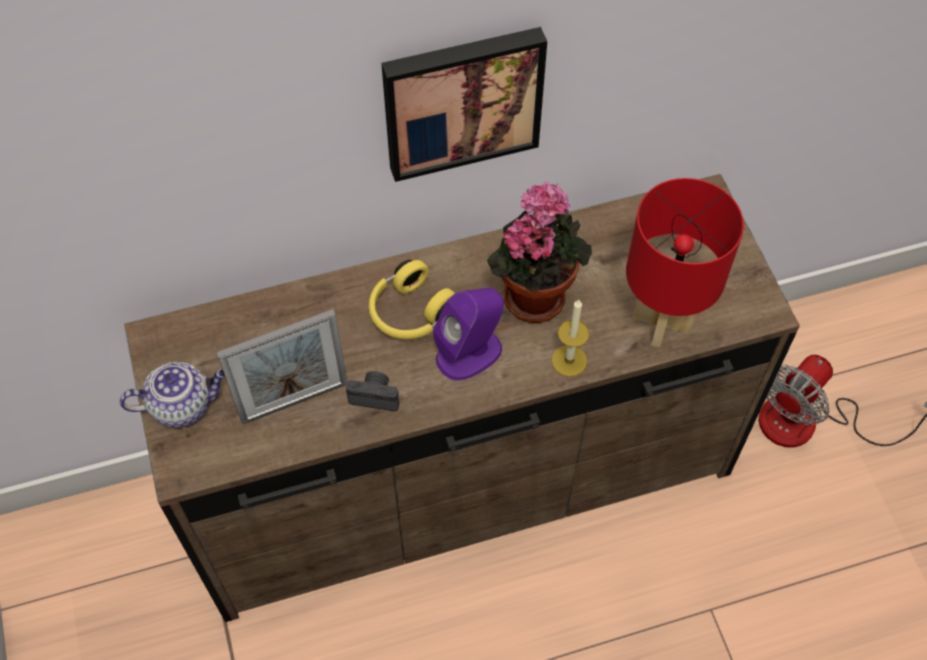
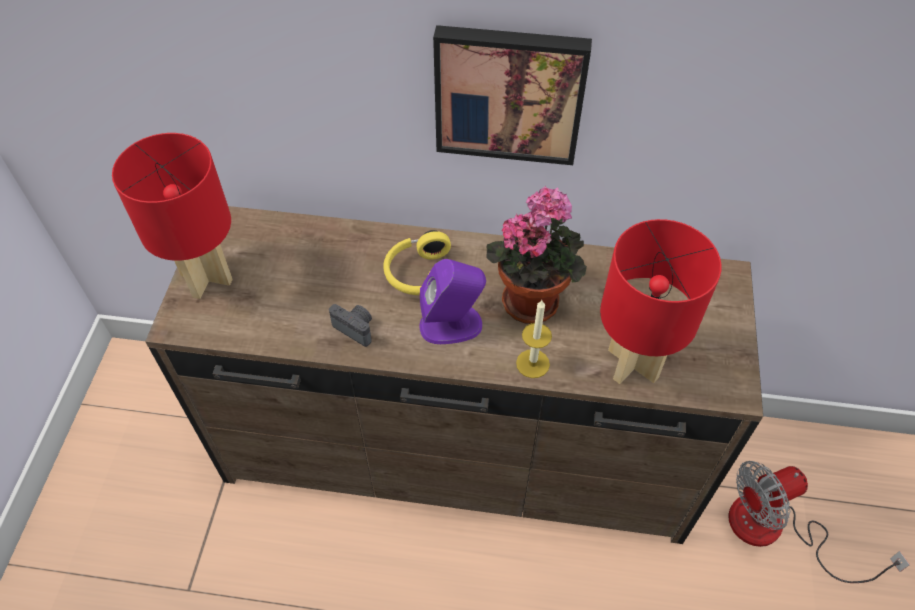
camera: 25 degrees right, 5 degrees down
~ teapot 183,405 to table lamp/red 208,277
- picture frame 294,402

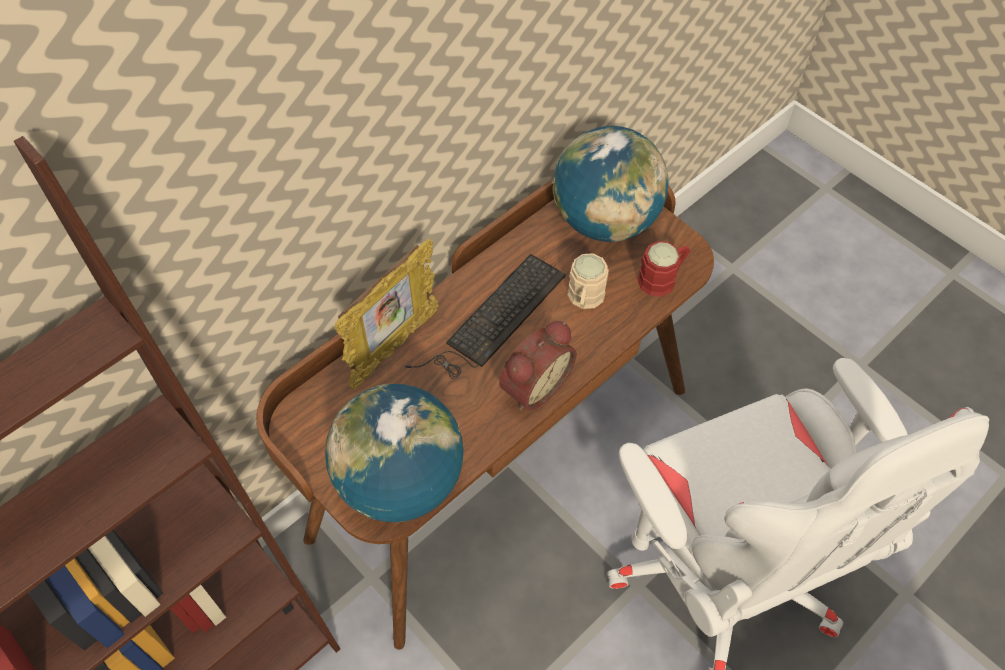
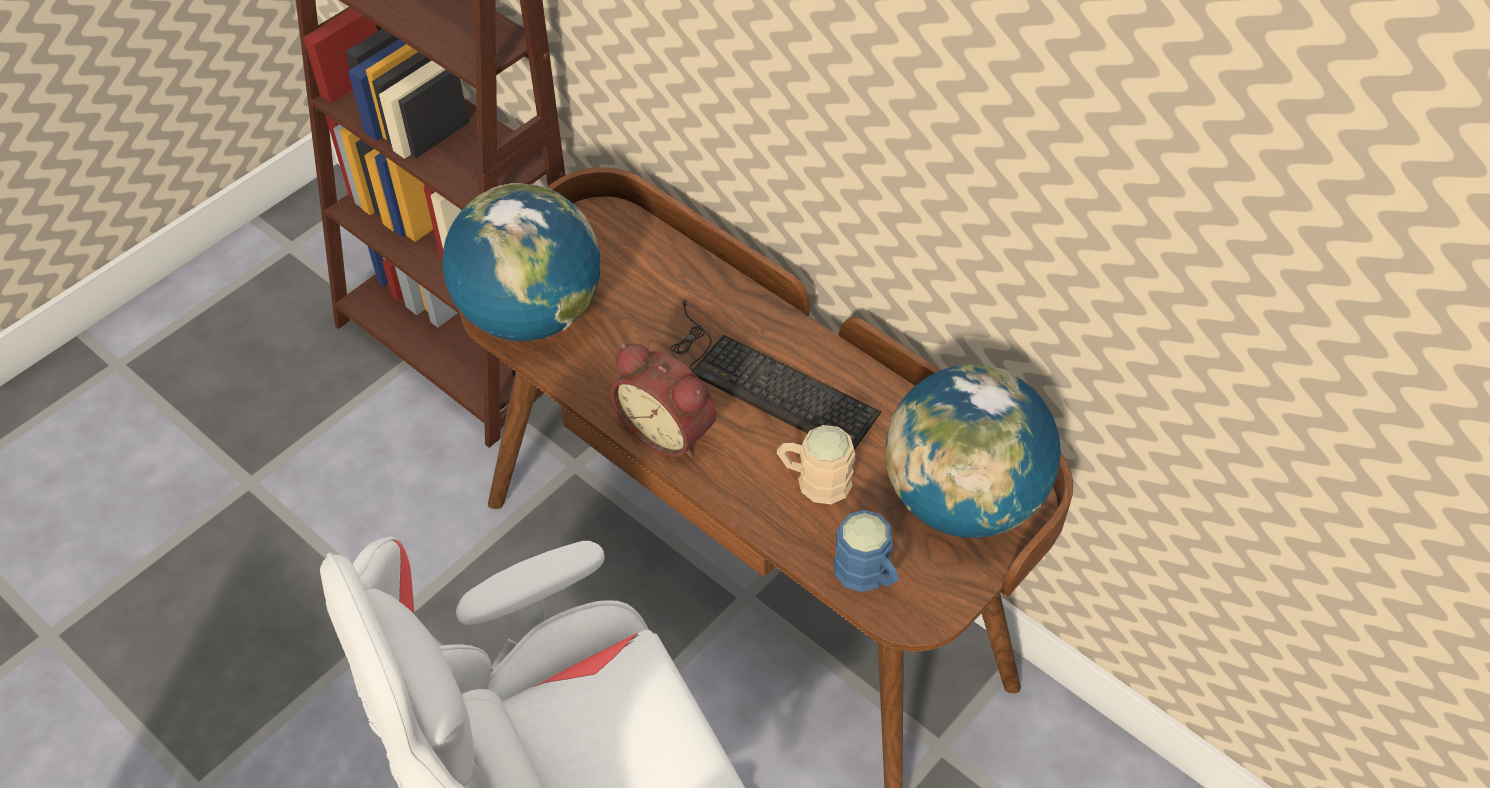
camera: 85 degrees right, 5 degrees down
- picture frame 394,348
~ mug/red 662,278 to mug/blue 868,575

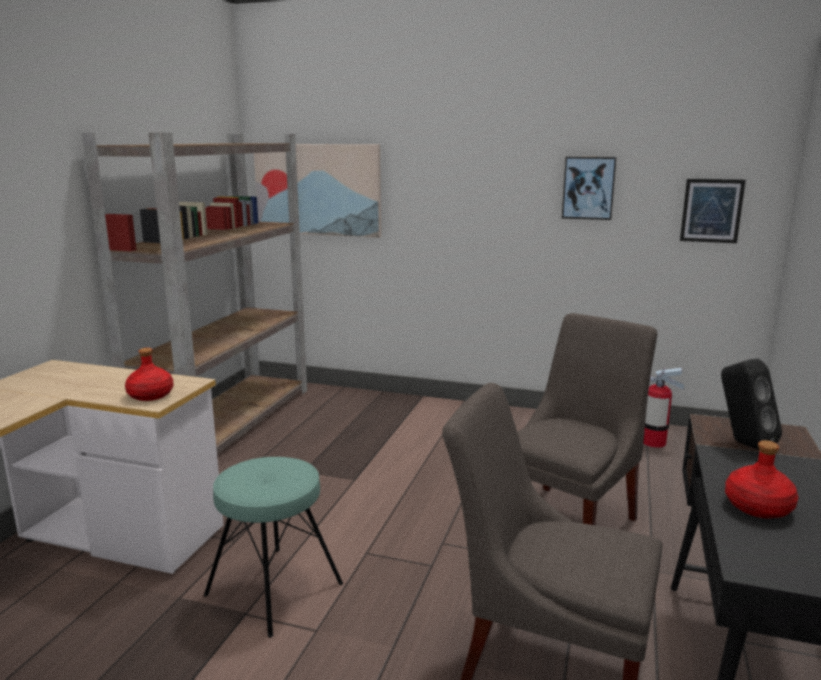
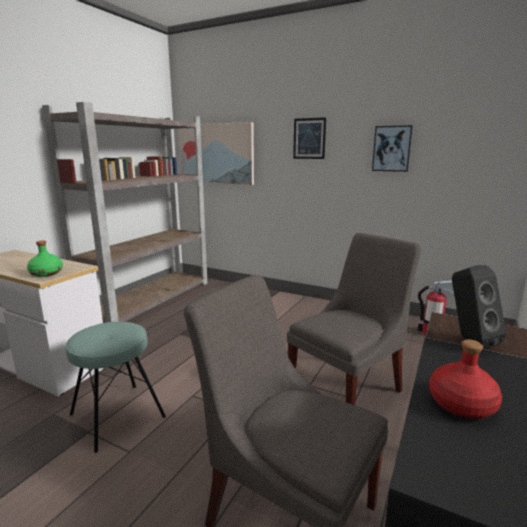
camera: 10 degrees right, 0 degrees up
~ bottle/red 151,395 to bottle/green 47,273
~ picture 711,210 to 309,138

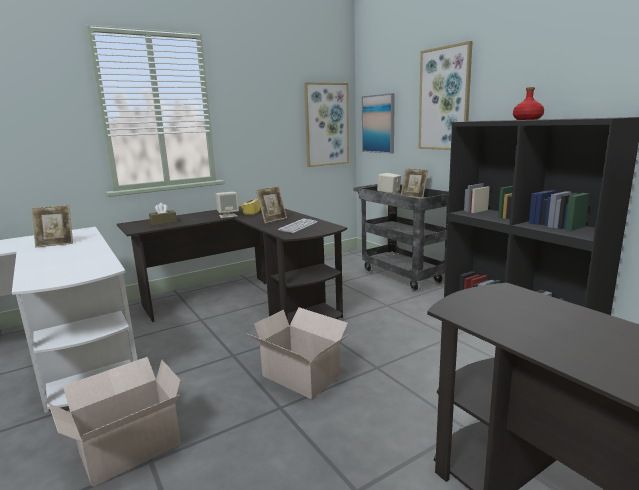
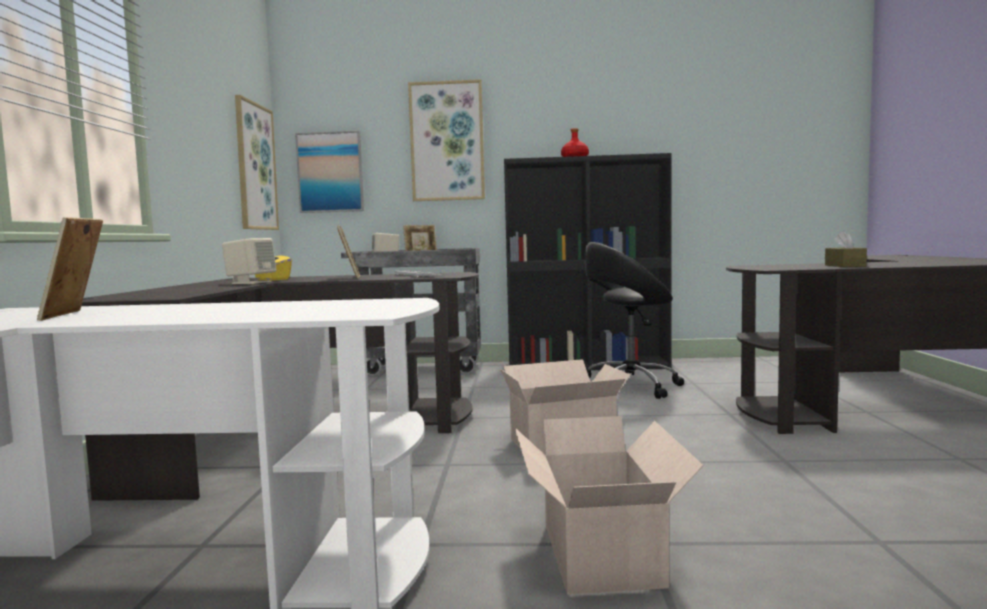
camera: 55 degrees left, 10 degrees down
~ picture frame 56,244 = 76,315 150 degrees clockwise
~ tissue box/brown 163,222 to 844,266
+ office chair/black 628,386

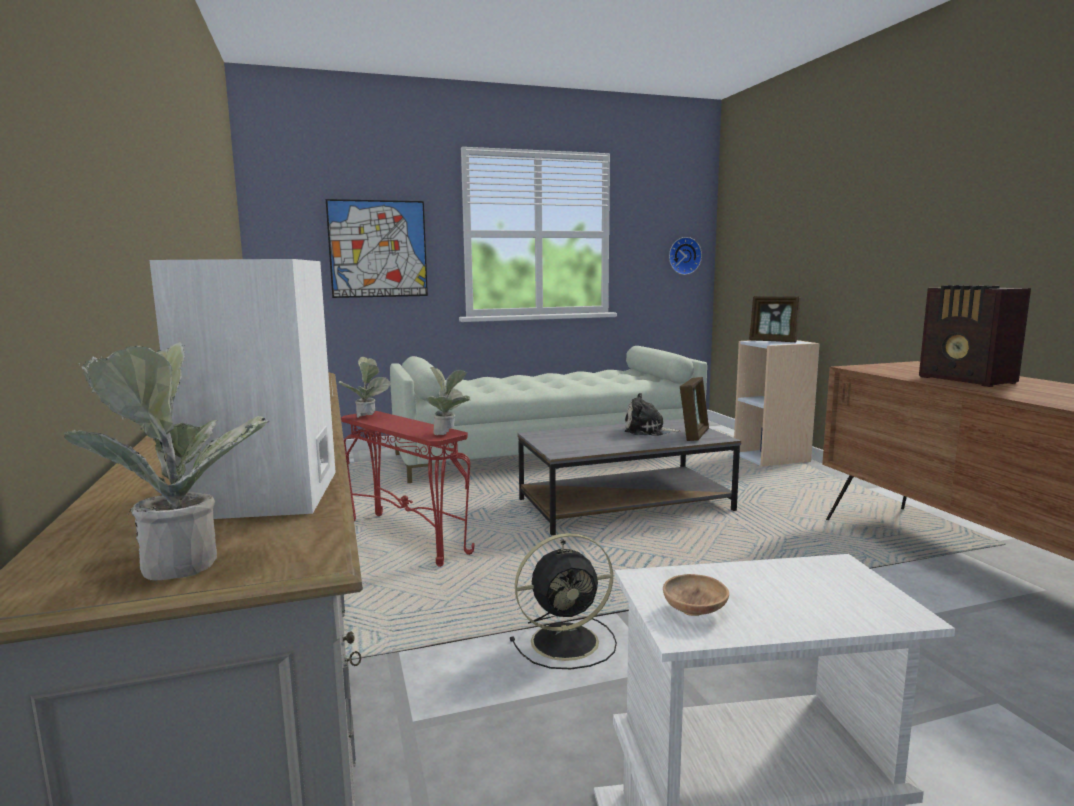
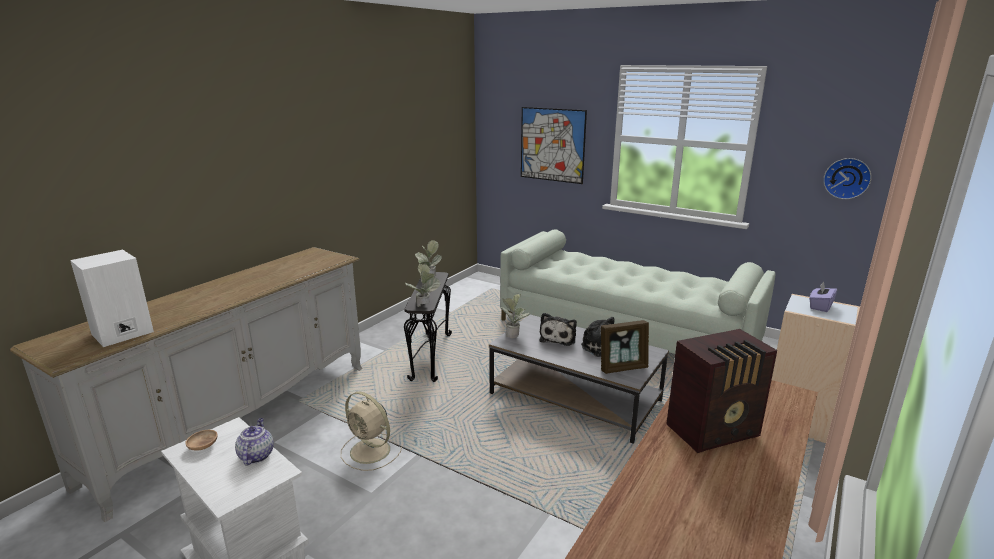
camera: 50 degrees right, 10 degrees up
~ potted plant 182,558 to 514,334
~ side table/red 406,539 to side table/black 431,357
~ fan/black 568,641 to fan/beige 371,451
~ picture frame 773,341 to tissue box/purple 820,306
~ radio 967,380 = 715,431 135 degrees counterclockwise
+ teapot 256,455
+ plush toy 558,338

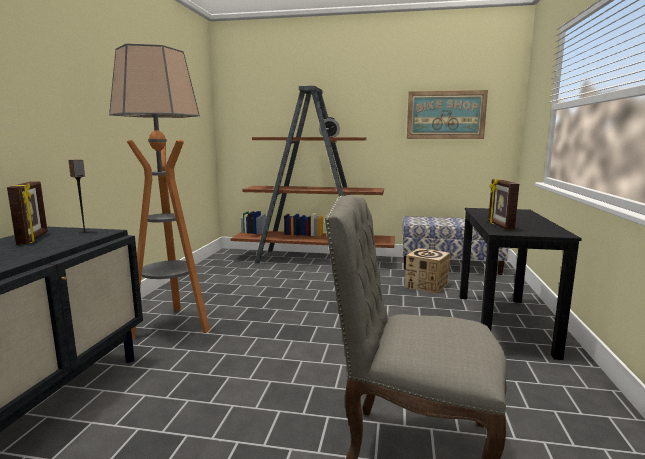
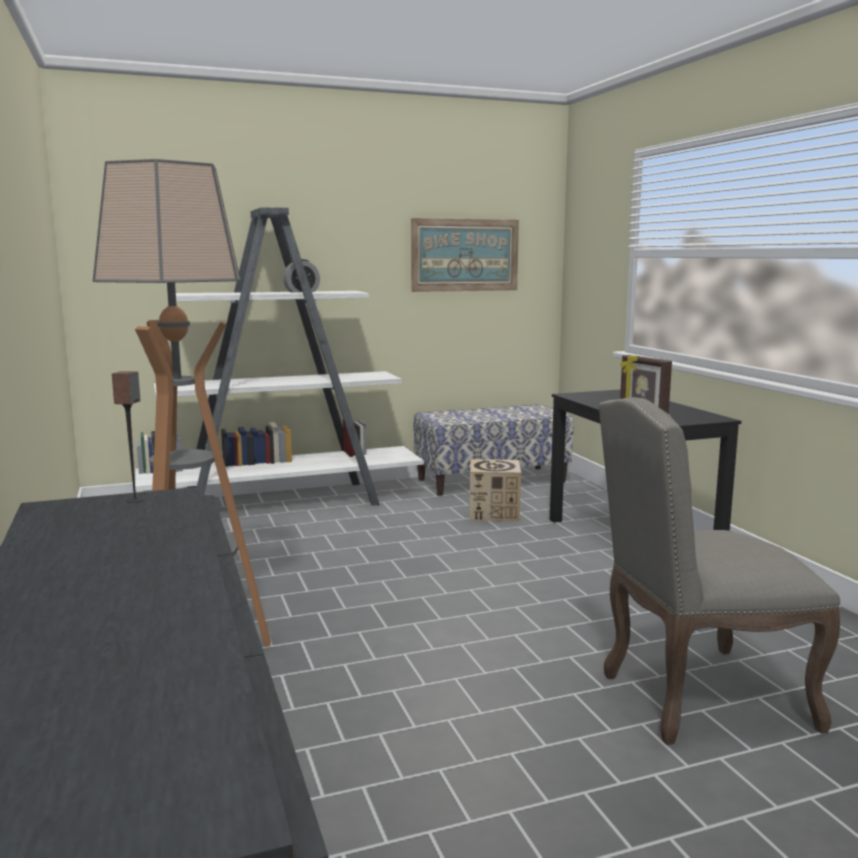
camera: 30 degrees left, 0 degrees up
- picture frame 34,238
~ bookcase/brown 314,259 to bookcase/white 284,502

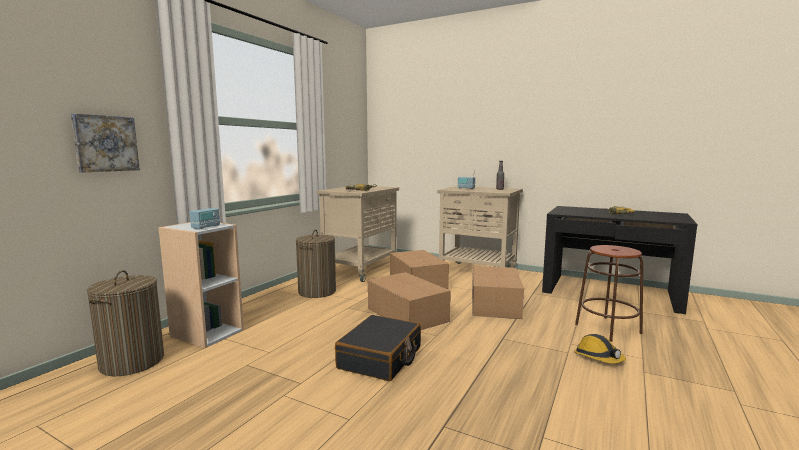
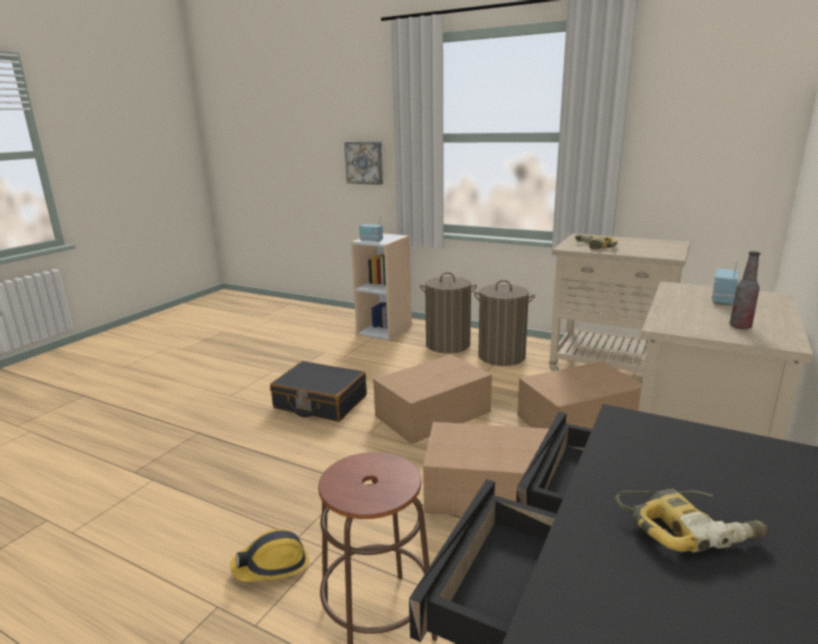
camera: 90 degrees right, 10 degrees up
~ laundry basket 132,362 to 448,345

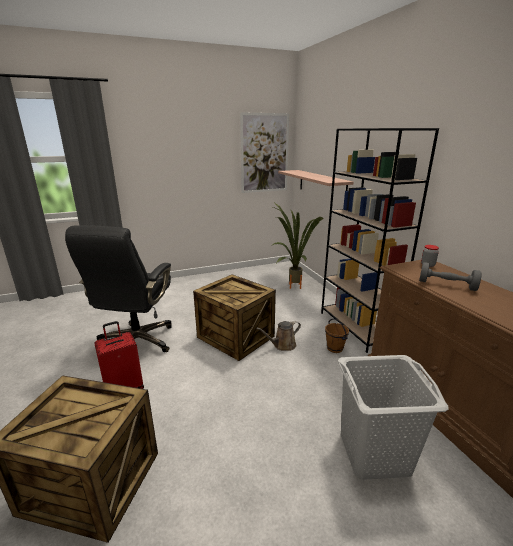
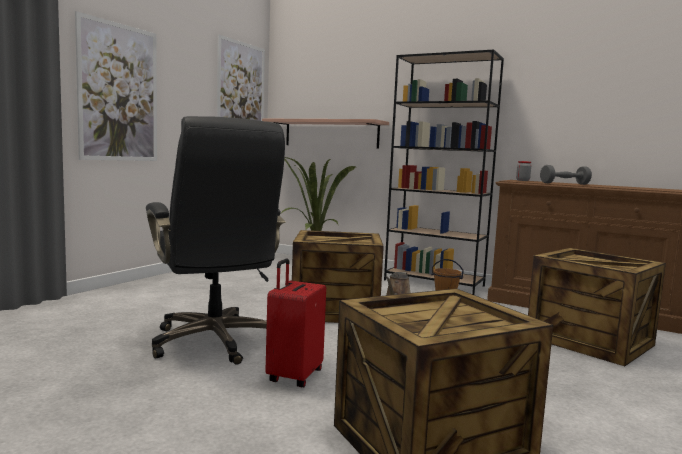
camera: 40 degrees left, 15 degrees down
~ laundry basket/grey 375,454 to crate 590,341
+ picture 119,93

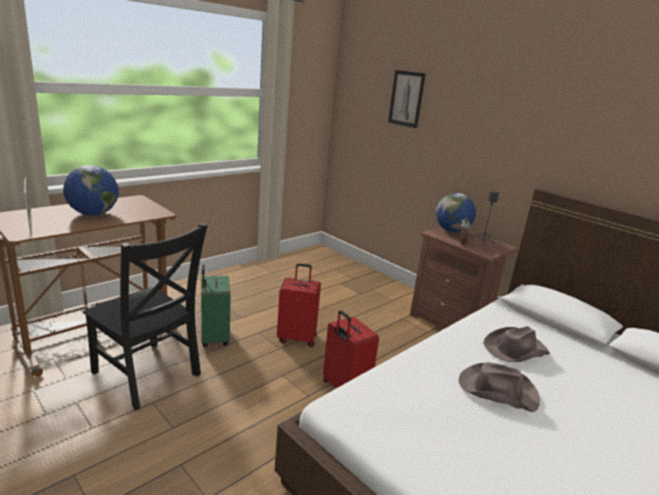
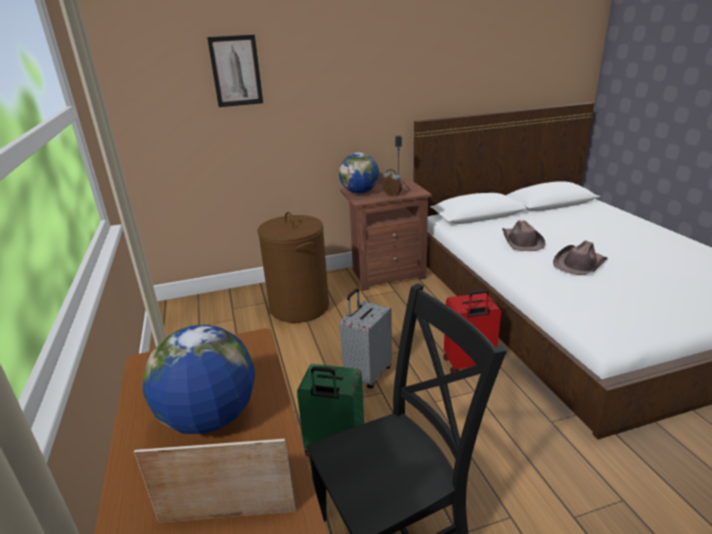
camera: 60 degrees left, 5 degrees up
~ suitcase/red 297,338 to suitcase/grey 367,374
+ laundry basket/brown 299,307

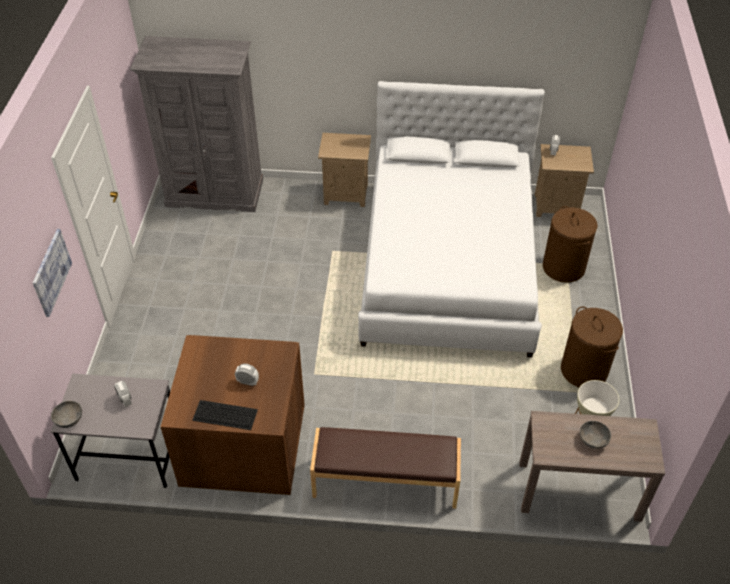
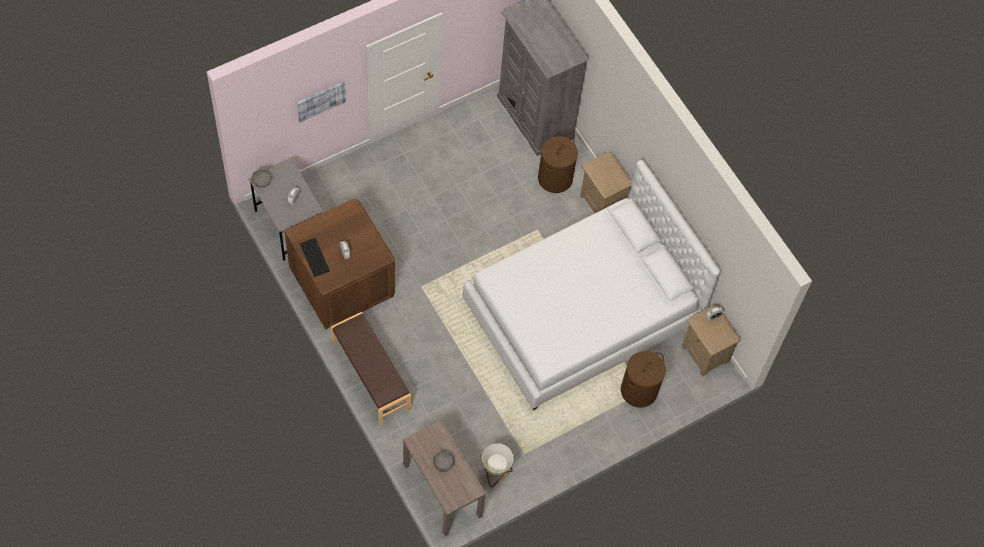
camera: 50 degrees right, 15 degrees up
~ laundry basket/brown 584,370 to 555,178

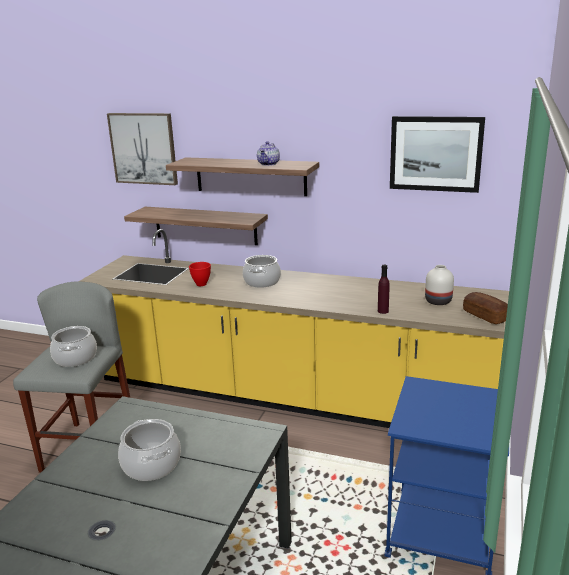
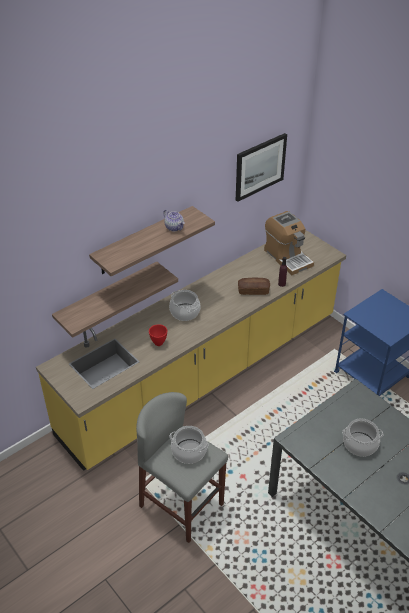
camera: 60 degrees left, 20 degrees up
- picture 143,148
~ vase/white 439,301 to coffee machine 287,257
~ bread 485,316 to 253,291

